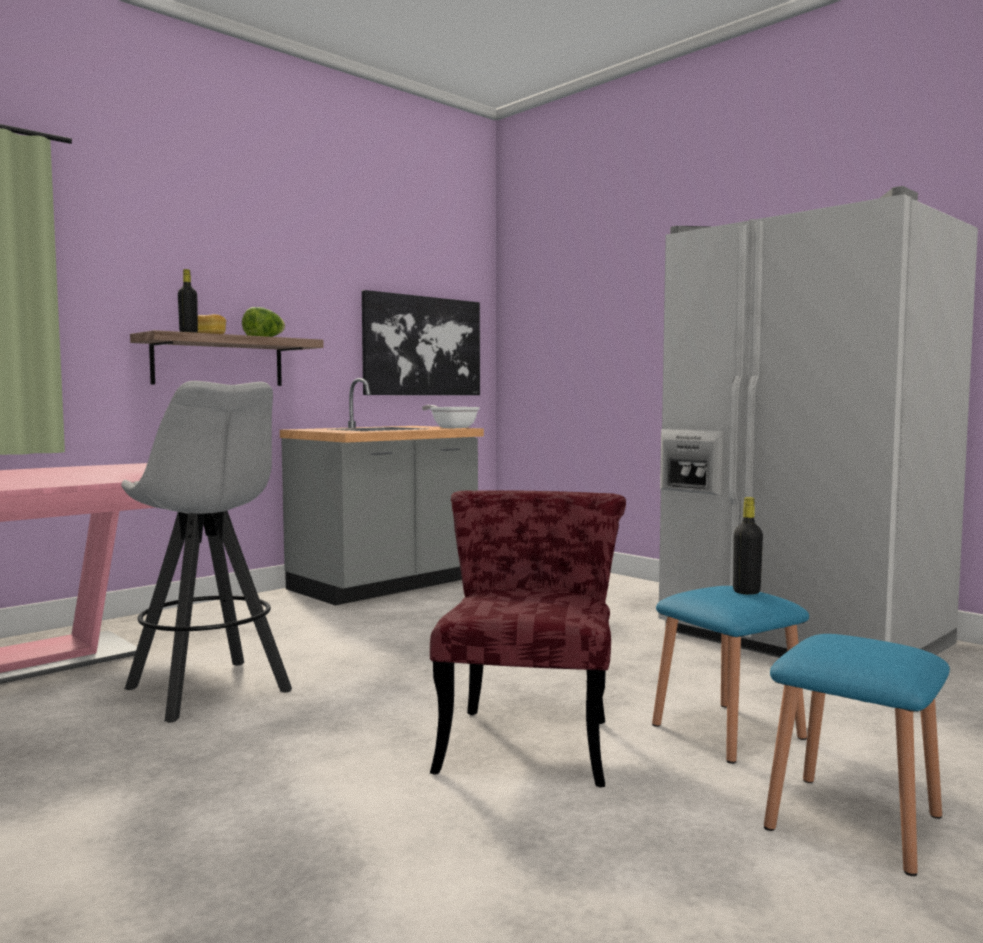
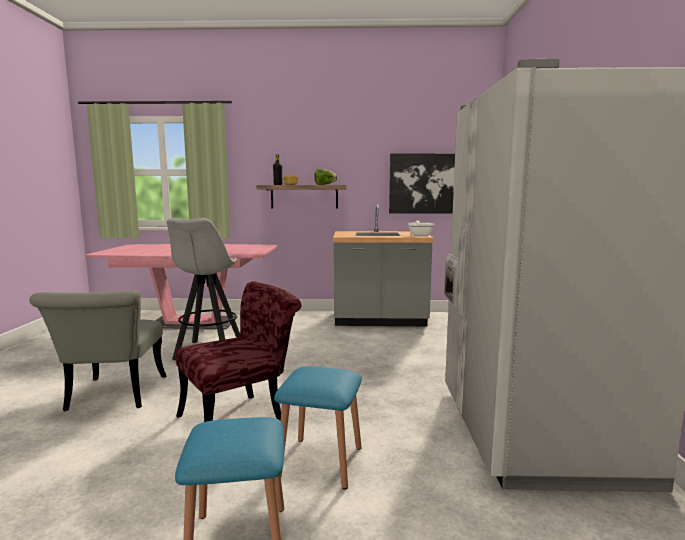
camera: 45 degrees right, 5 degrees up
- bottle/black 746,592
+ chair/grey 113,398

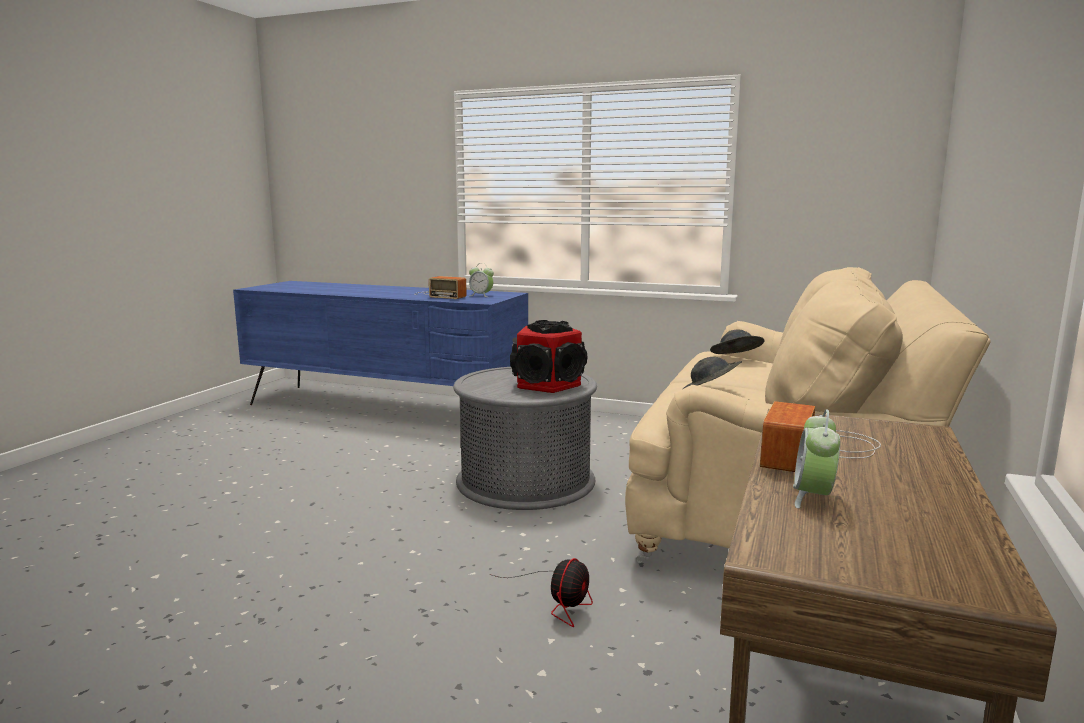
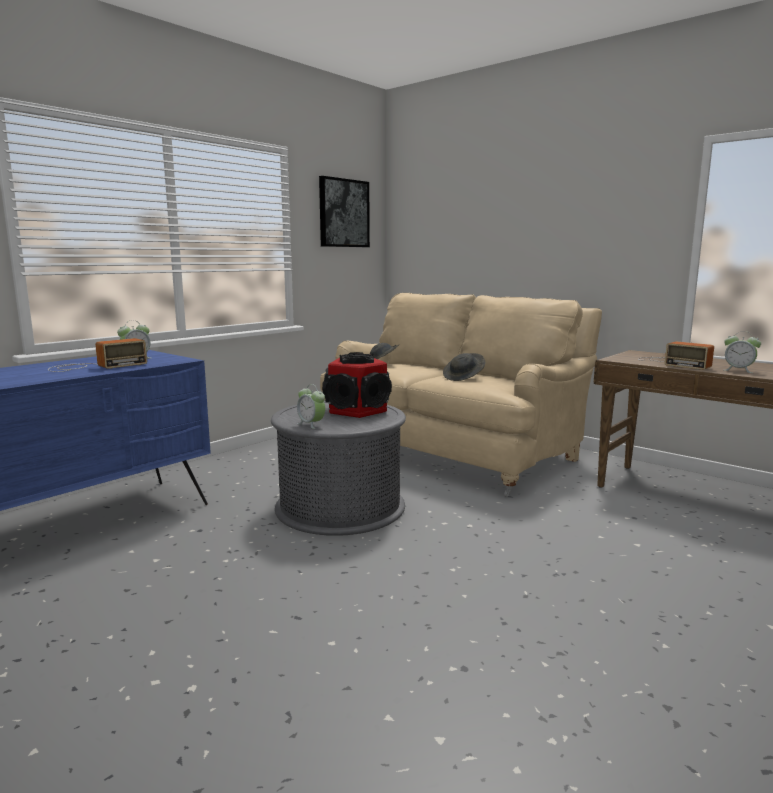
camera: 70 degrees left, 0 degrees up
- fan 560,600
+ alarm clock 311,424
+ picture 343,213

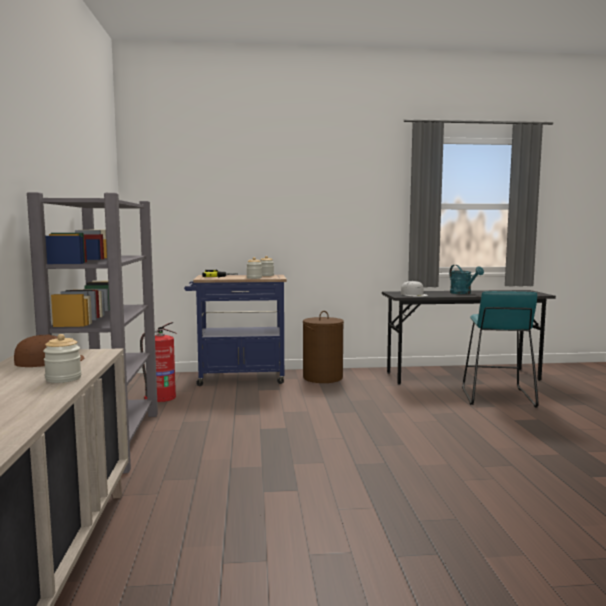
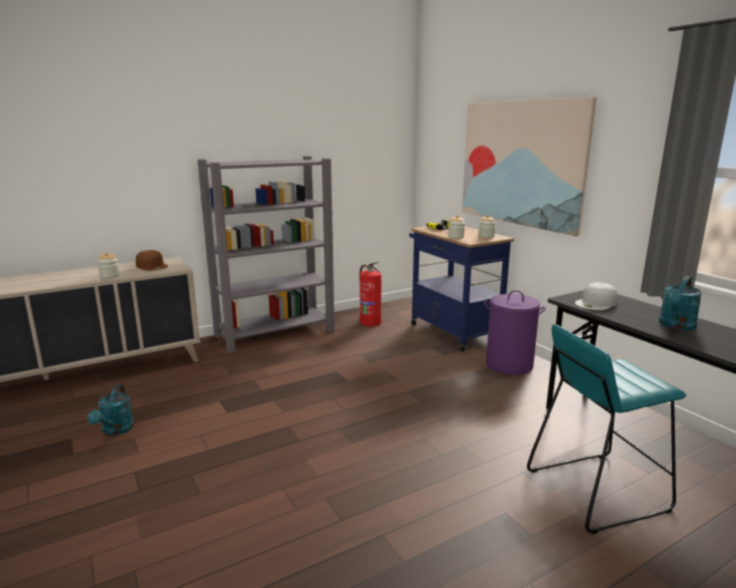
camera: 65 degrees right, 10 degrees up
~ laundry basket/brown 322,378 to laundry basket/purple 508,365
+ watering can/turquoise 116,431
+ picture 521,163

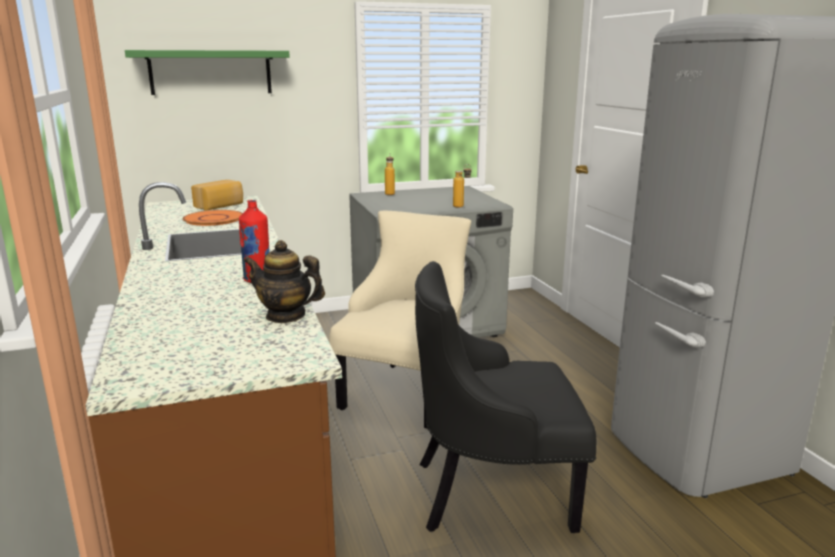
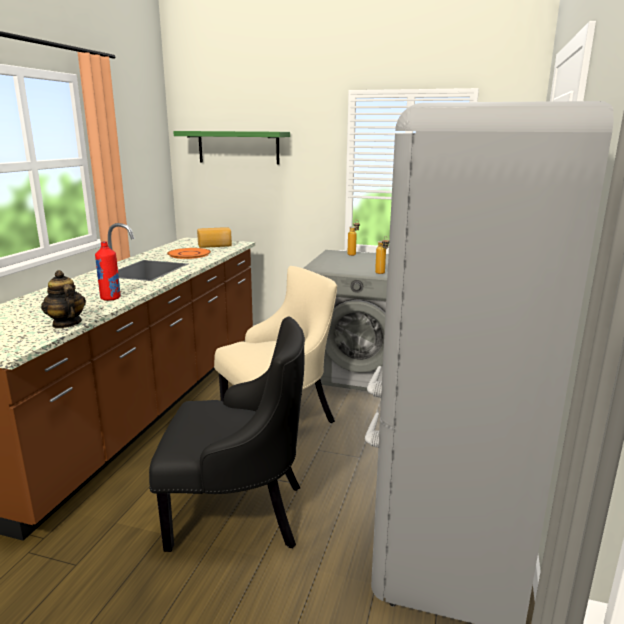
camera: 35 degrees right, 0 degrees up
~ chair/black 495,493 = 235,515 150 degrees clockwise

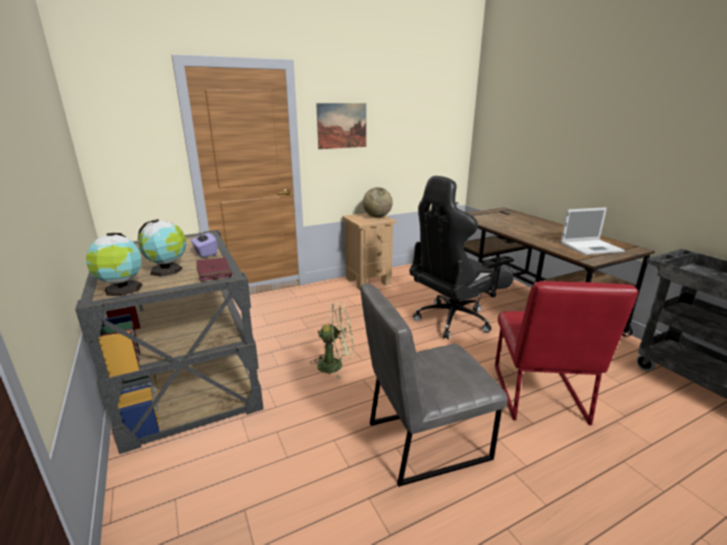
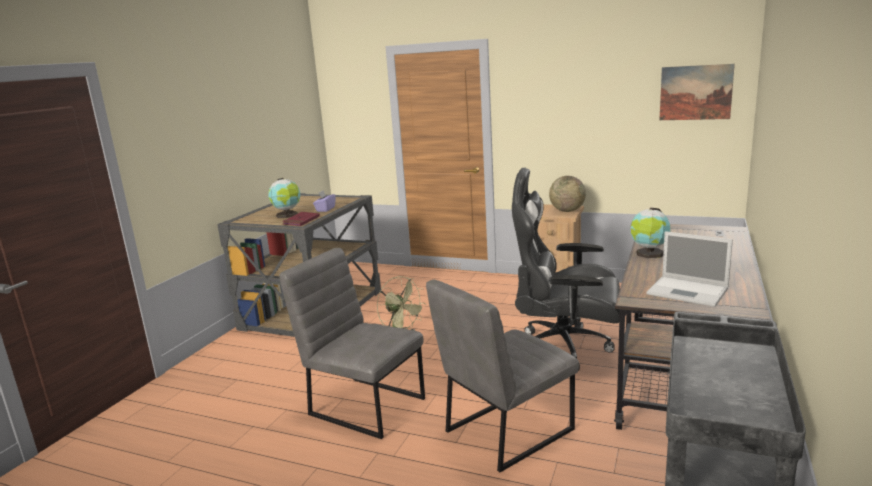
camera: 50 degrees right, 5 degrees down
~ globe 122,290 to 649,254
~ picture 342,126 to 695,92
~ chair/red 538,395 to chair/grey 505,431

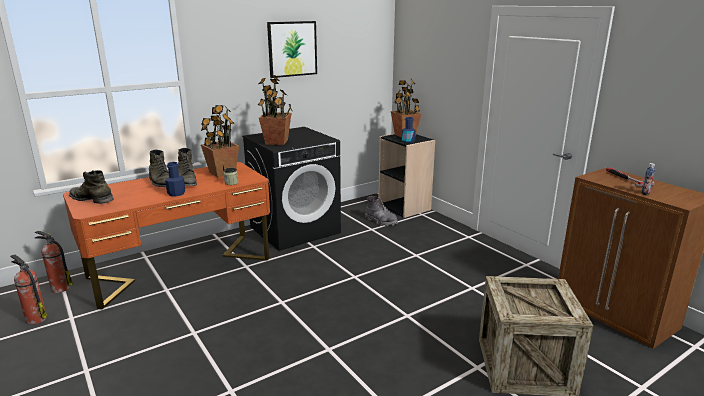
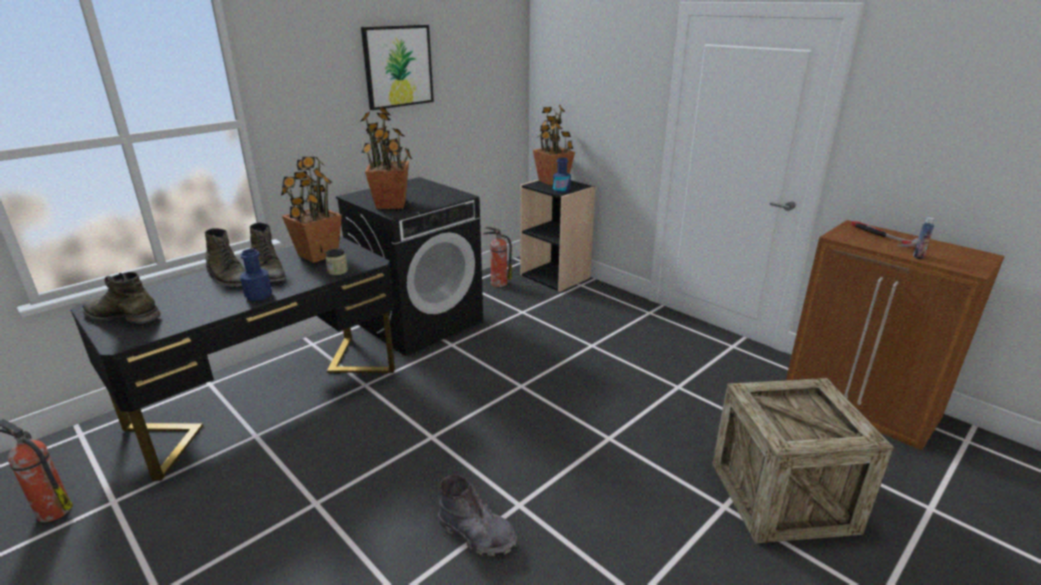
camera: 10 degrees left, 5 degrees up
~ fire extinguisher 59,288 to 498,283
~ desk/orange 181,268 to desk/black 269,397
~ boot/grey 381,221 to 476,534

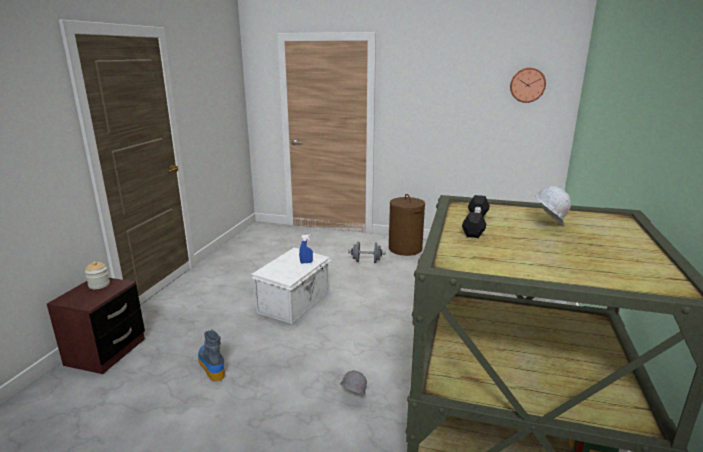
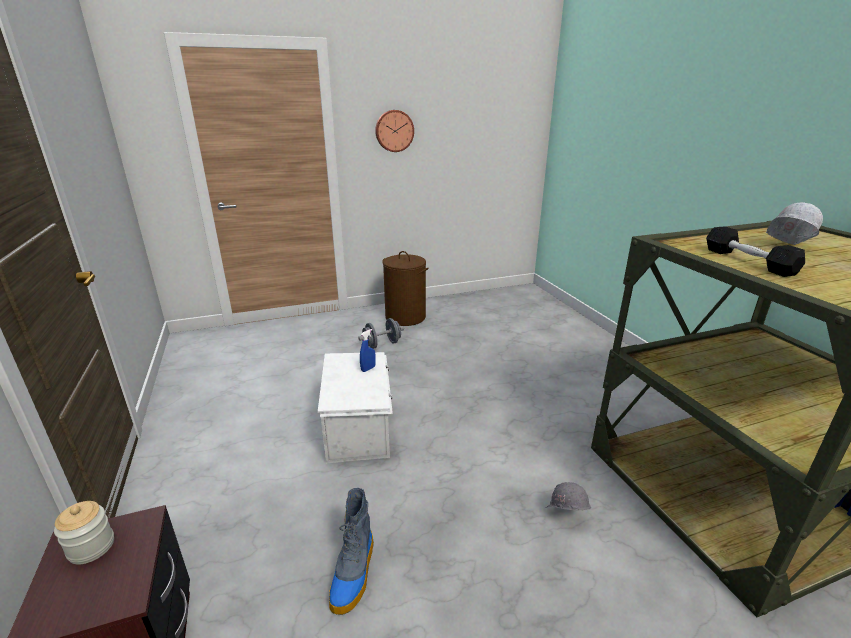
camera: 35 degrees left, 5 degrees up
~ boot 211,365 = 353,574 105 degrees counterclockwise
~ wall clock 527,85 to 394,131

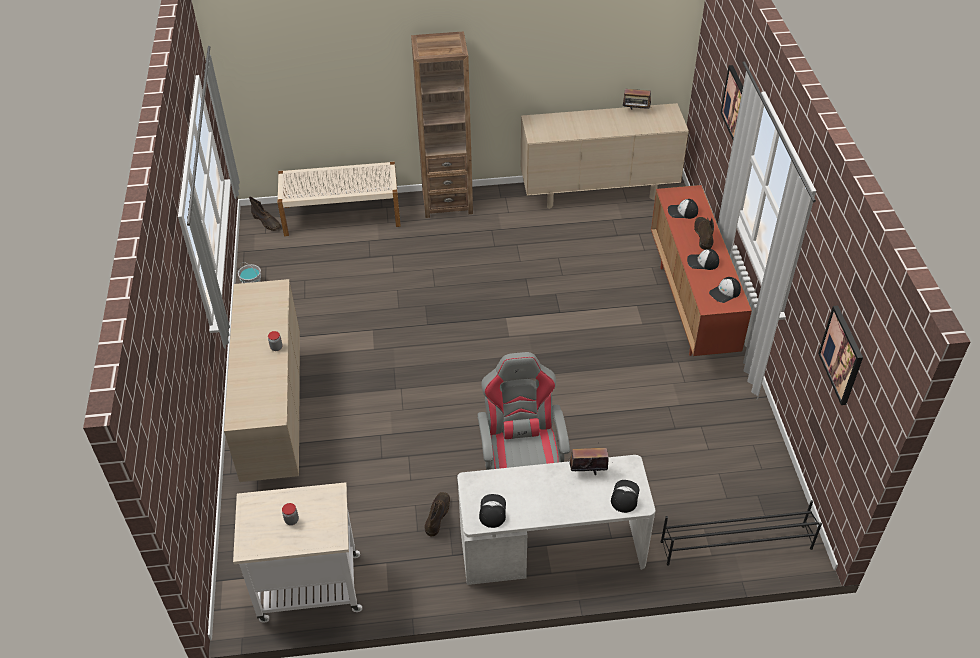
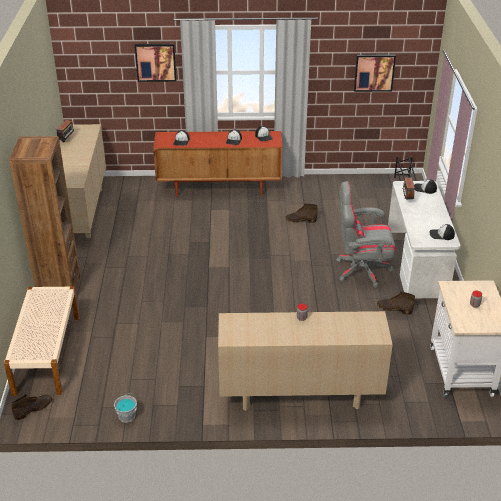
camera: 85 degrees left, 10 degrees down
~ boot/brown 703,235 to 300,220

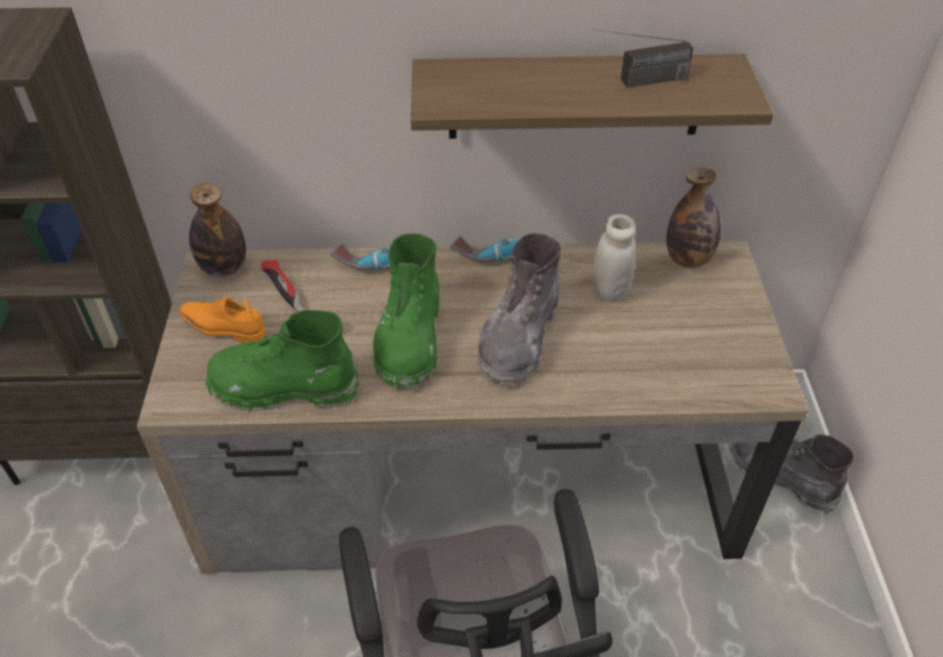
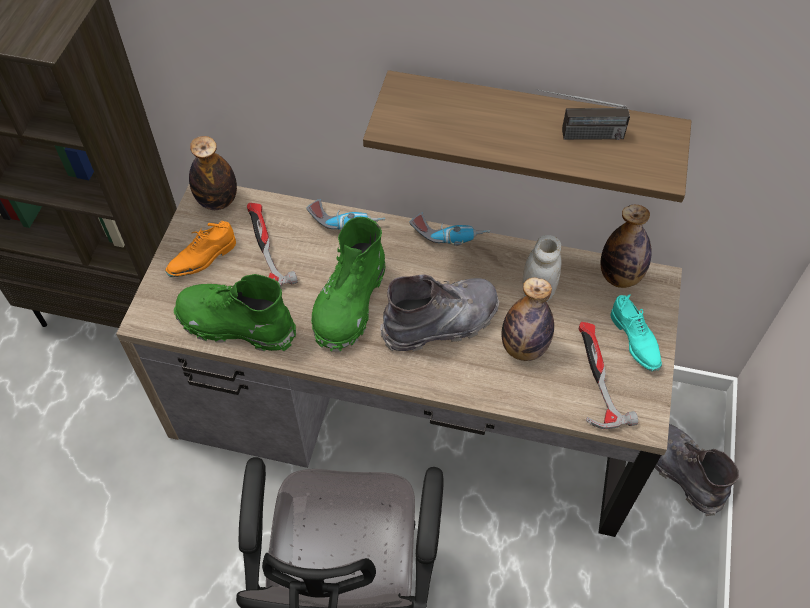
camera: 15 degrees right, 10 degrees up
~ shoe/orange 223,328 = 202,259 75 degrees counterclockwise
~ boot/grey 519,339 = 441,323 150 degrees counterclockwise
+ bottle 523,348
+ hammer 596,377
+ shoe/turquoise 635,340

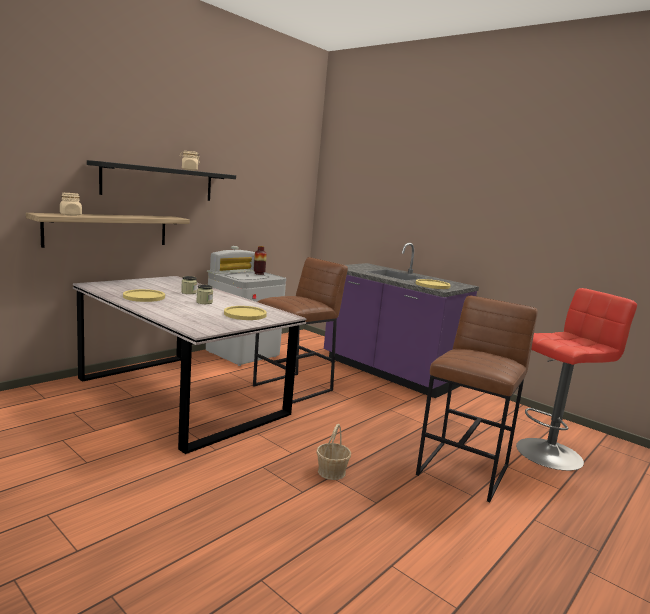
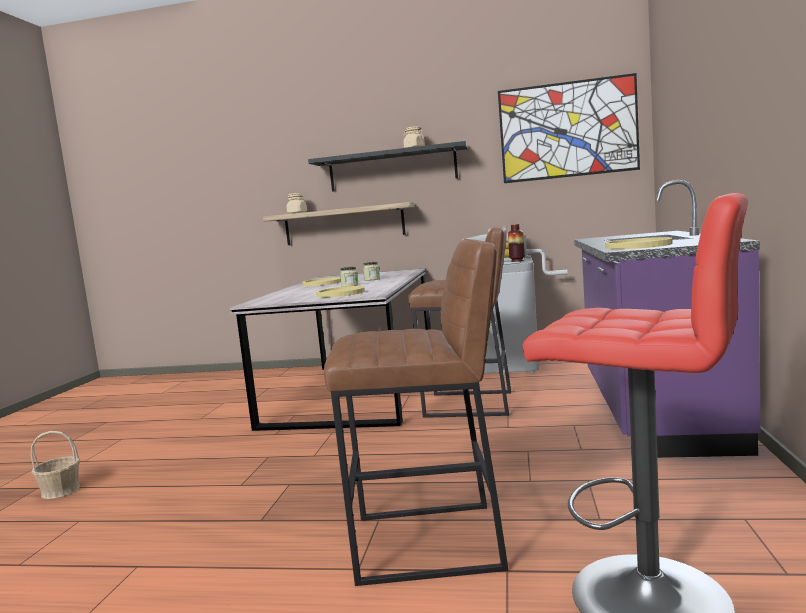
camera: 60 degrees right, 5 degrees down
~ basket 332,472 to 61,491
+ picture 568,130

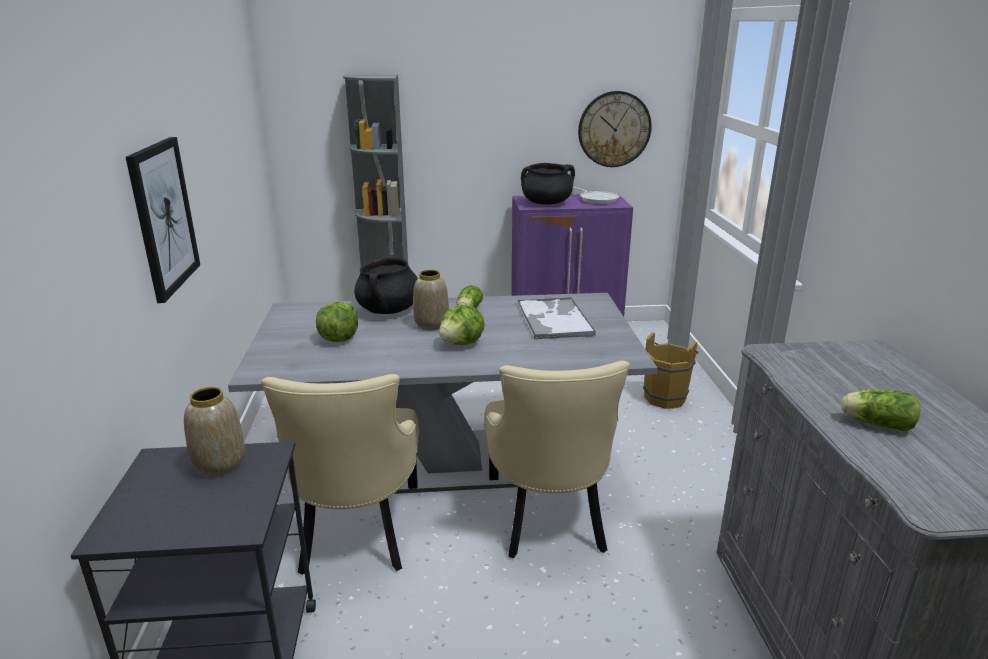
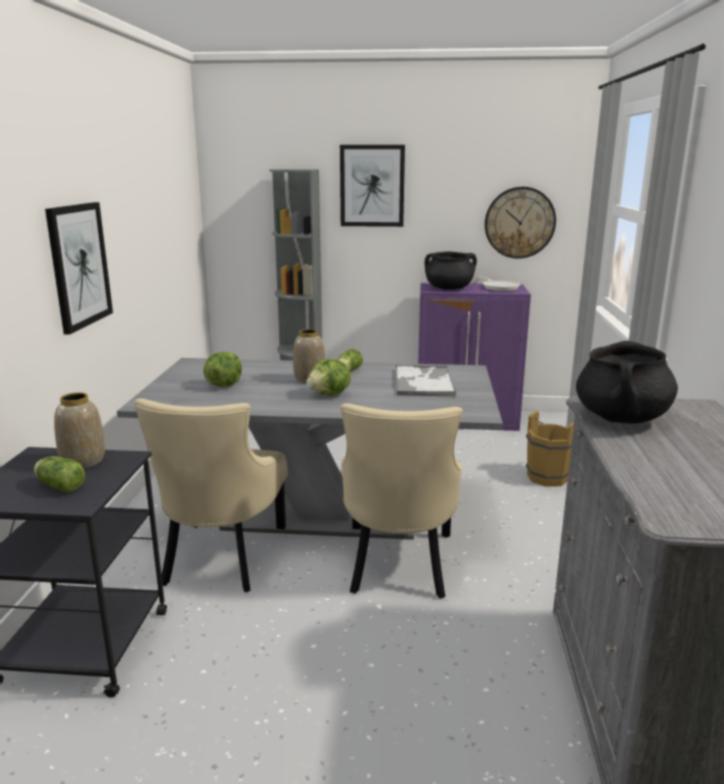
camera: 10 degrees right, 5 degrees down
~ cooking pot/black 388,310 to 621,418
~ lettuce 874,423 to 59,486
+ picture 372,186

